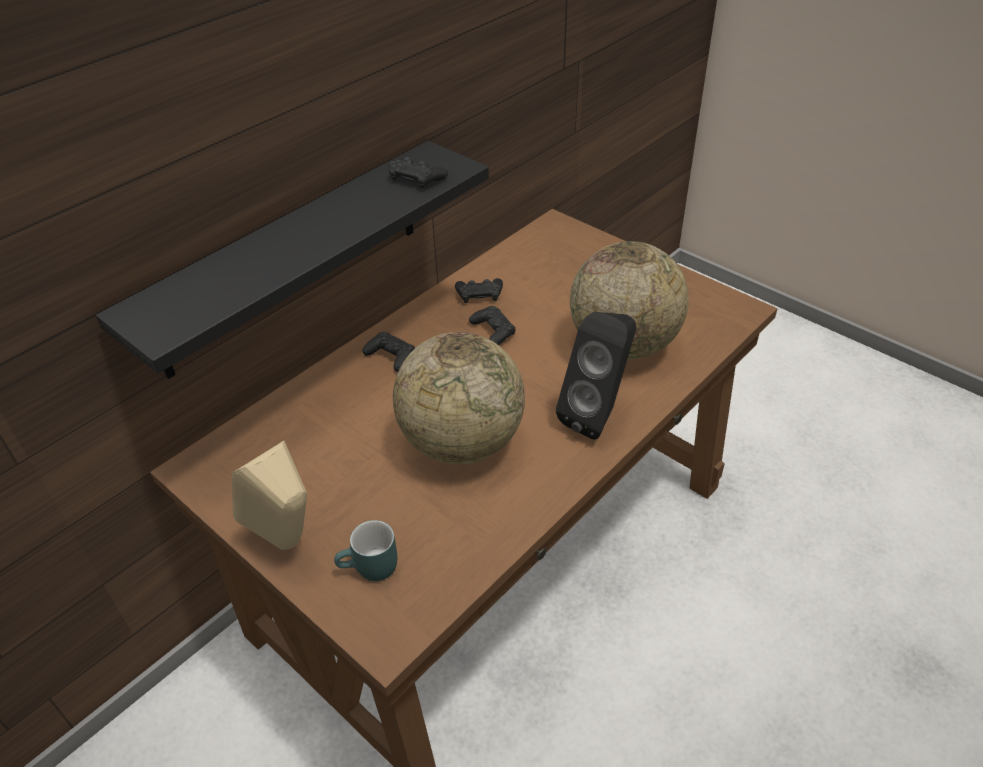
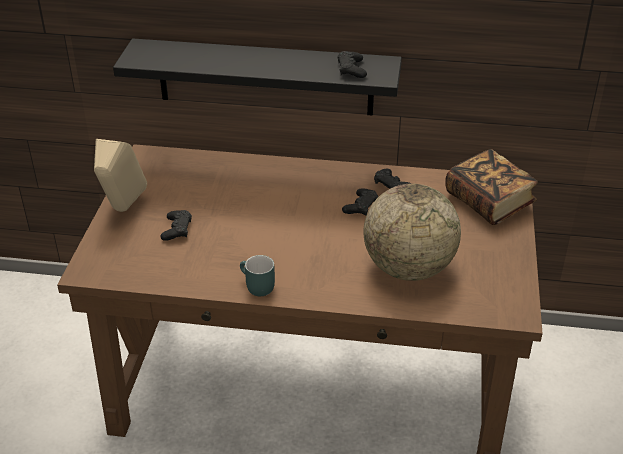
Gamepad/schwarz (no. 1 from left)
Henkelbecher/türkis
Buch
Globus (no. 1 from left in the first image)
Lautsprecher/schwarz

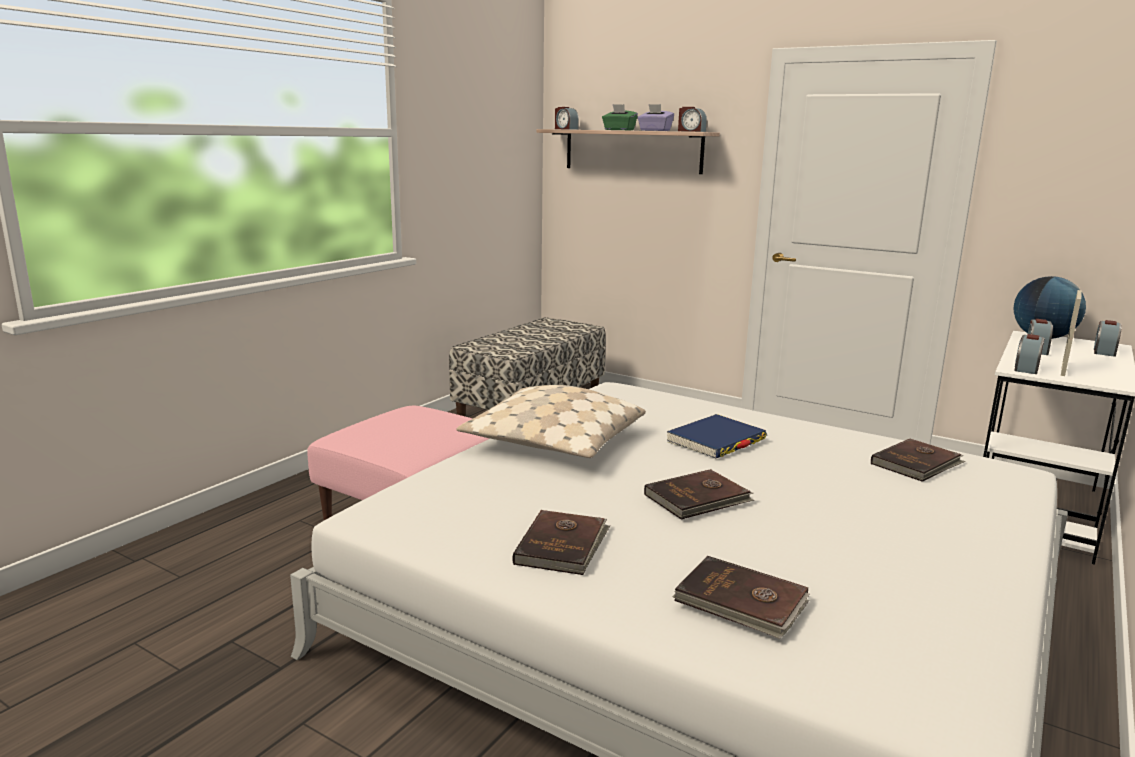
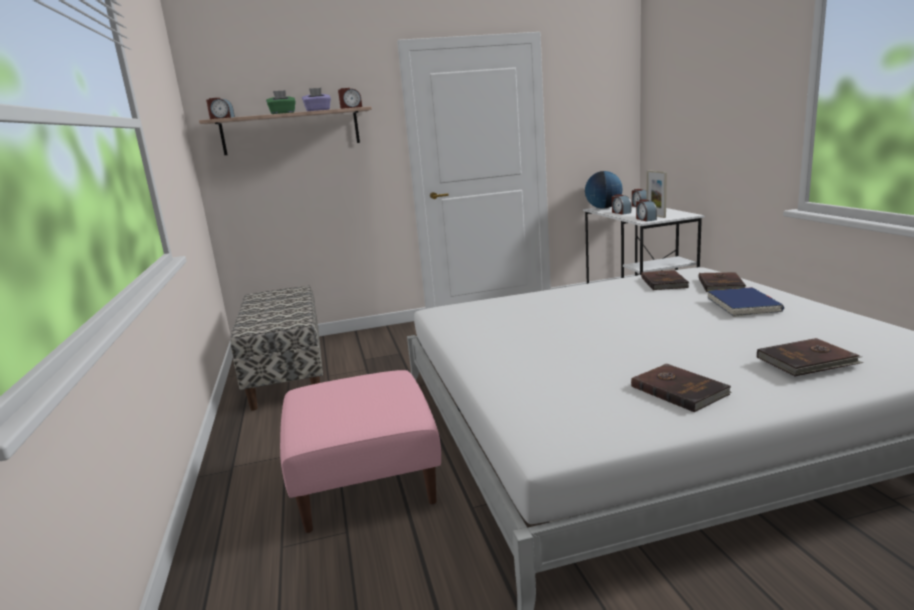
Buch/braun (no. 3 from left)
Buch/blau
Kissen/beige

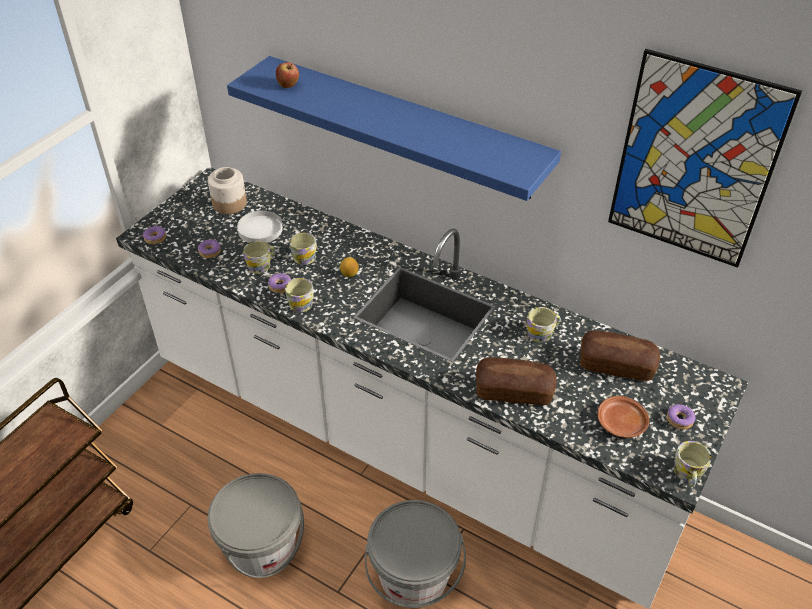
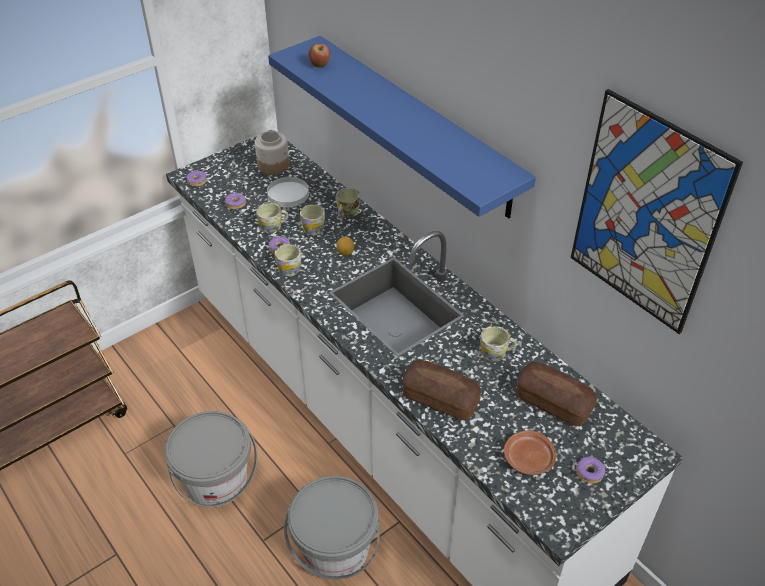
Henkelbecher (no. 4 from left)

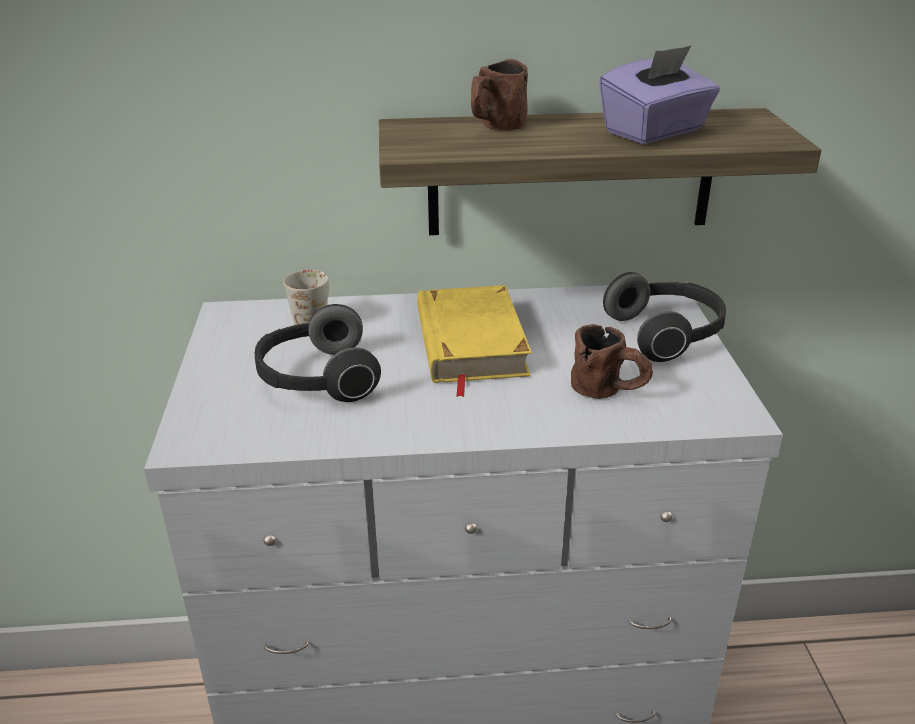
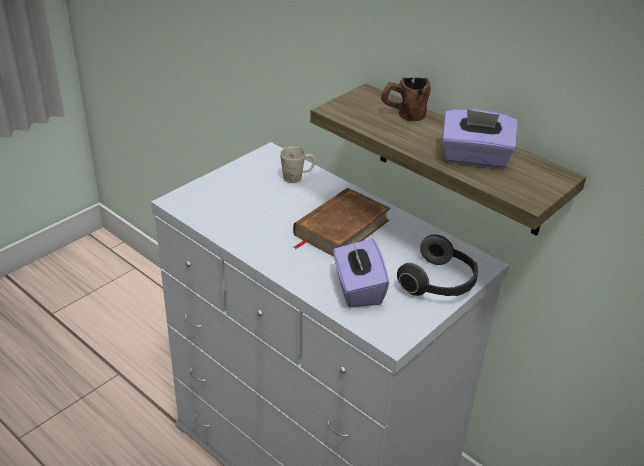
Buch/braun
Taschentuchbox/lila (no. 1 from left)
Kopfhörer (no. 1 from left in the first image)

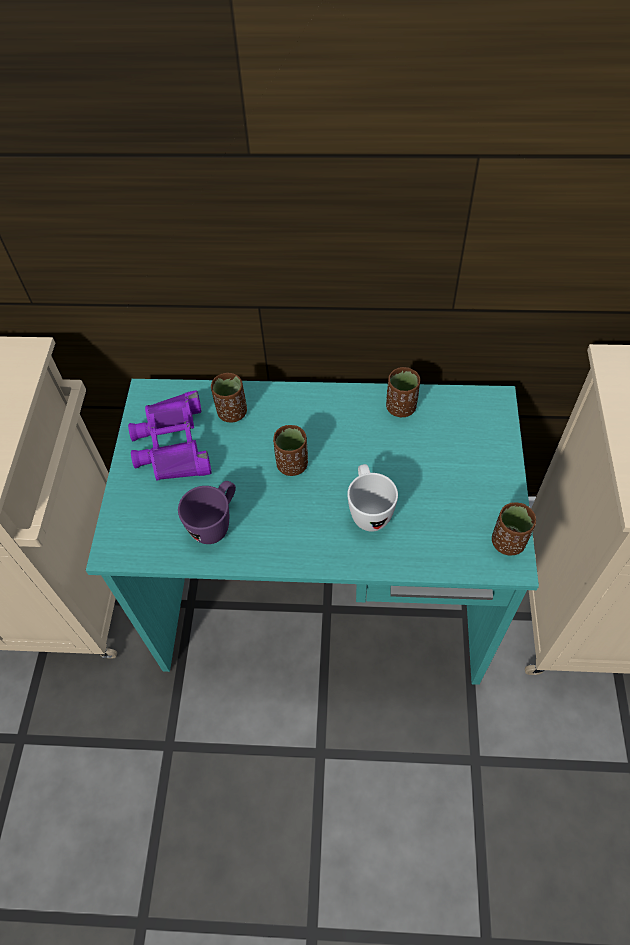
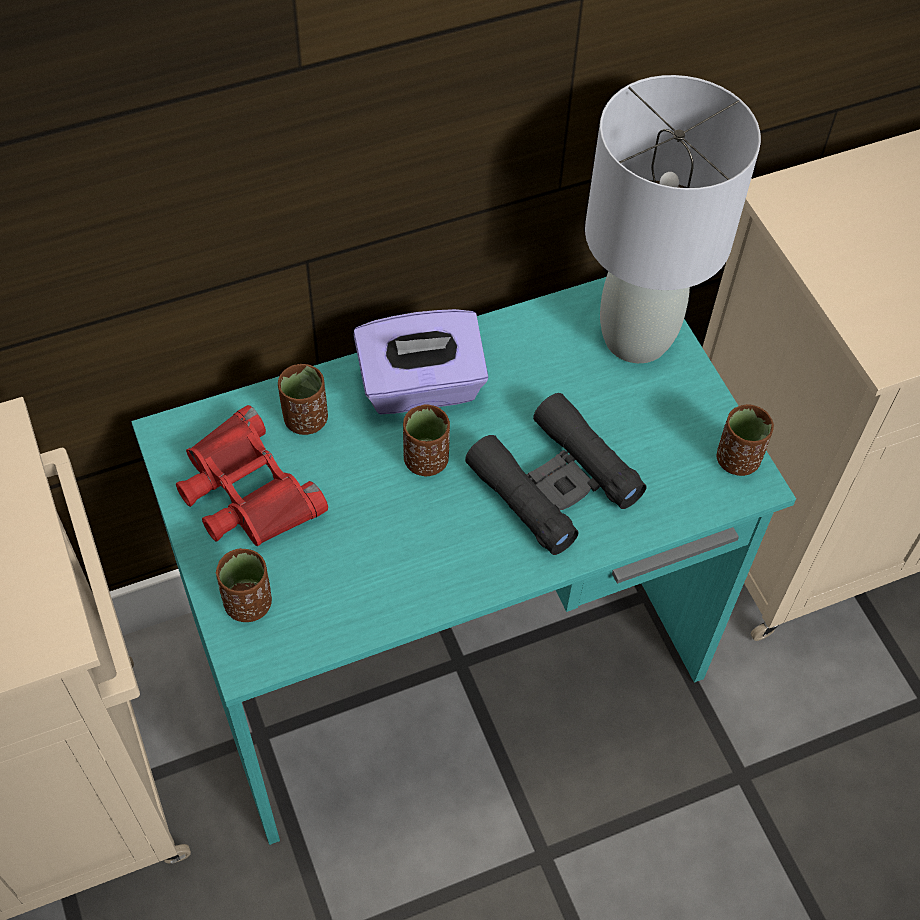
Fernglas/rot
Tasse/braun (no. 1 from left)
Taschentuchbox/lila
Fernglas/schwarz
Tischlampe/grau
Henkelbecher/lila

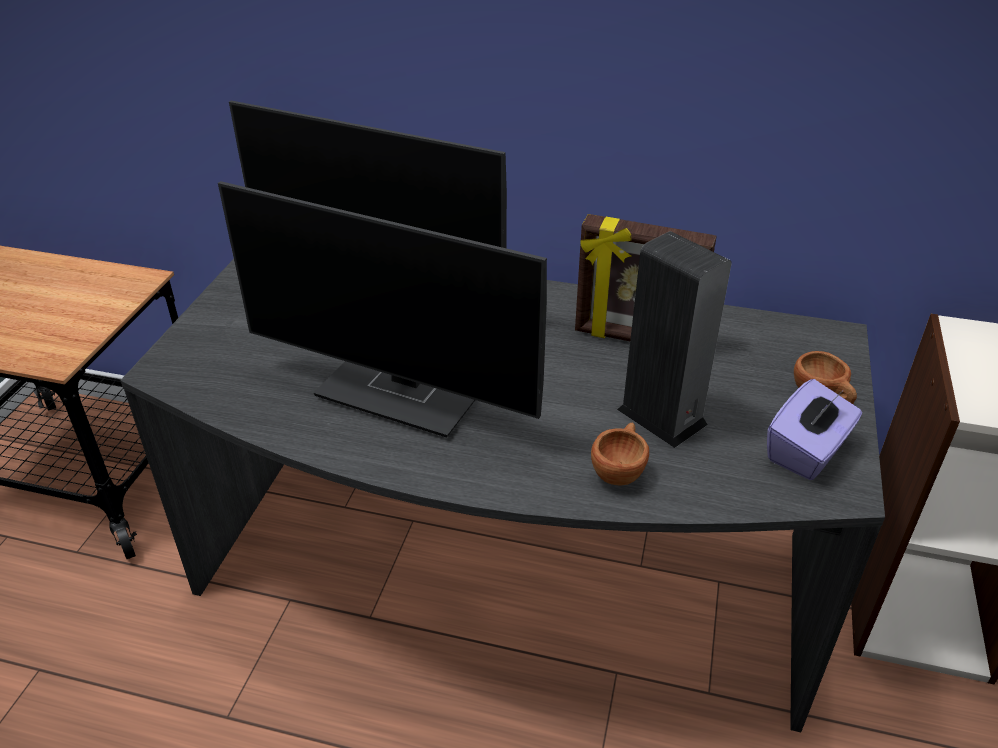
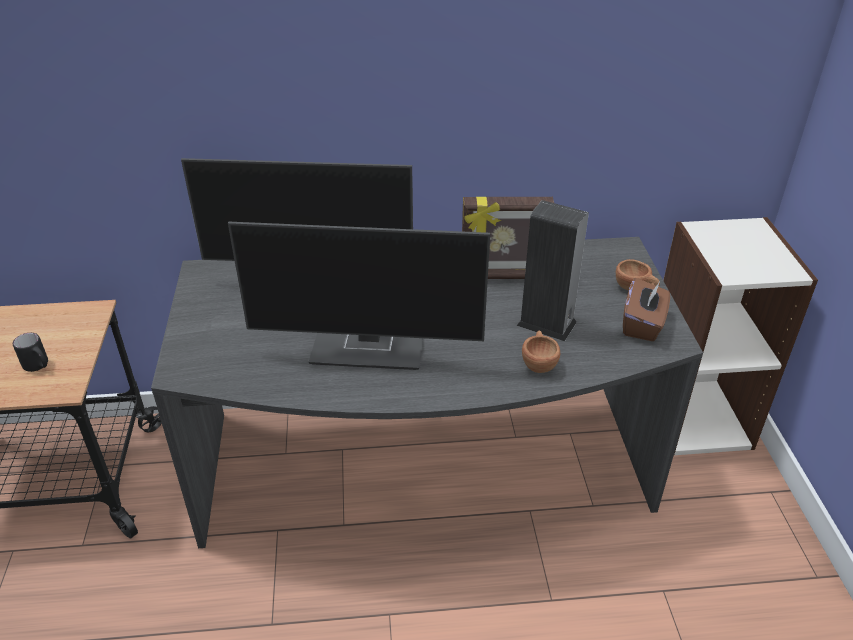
Henkelbecher/schwarz
Taschentuchbox/braun

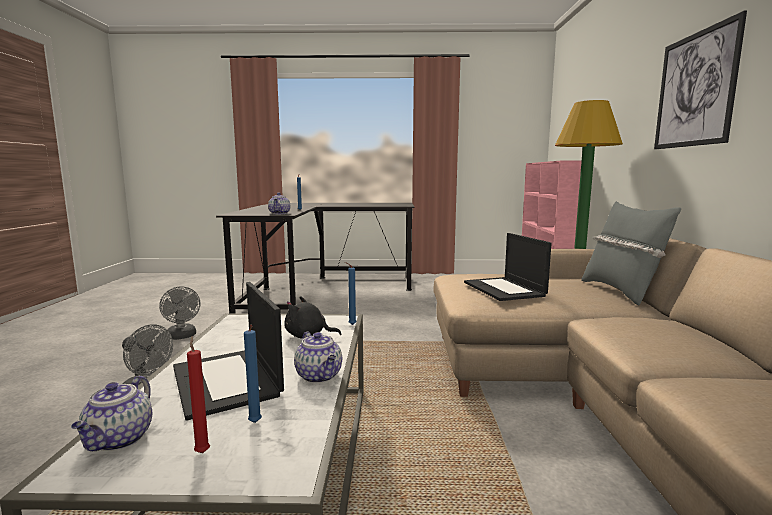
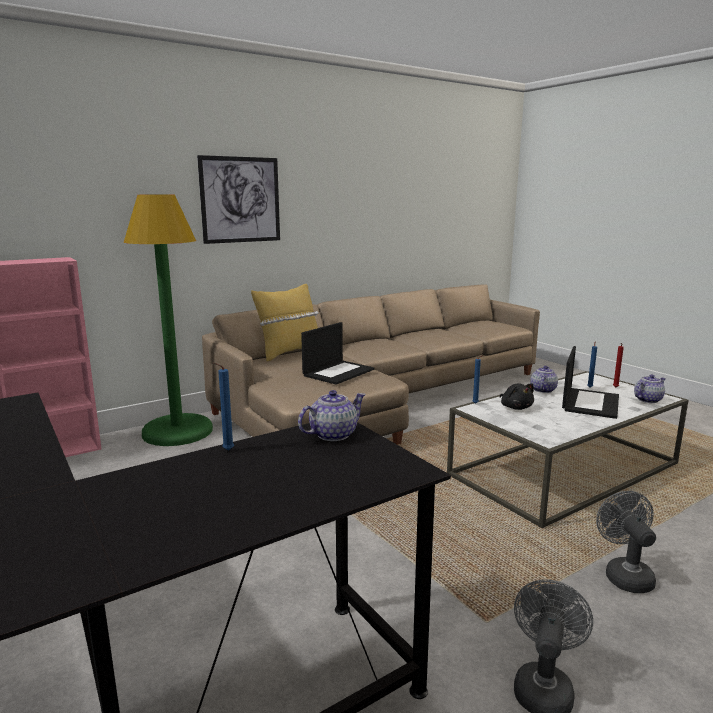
Kissen/gelb

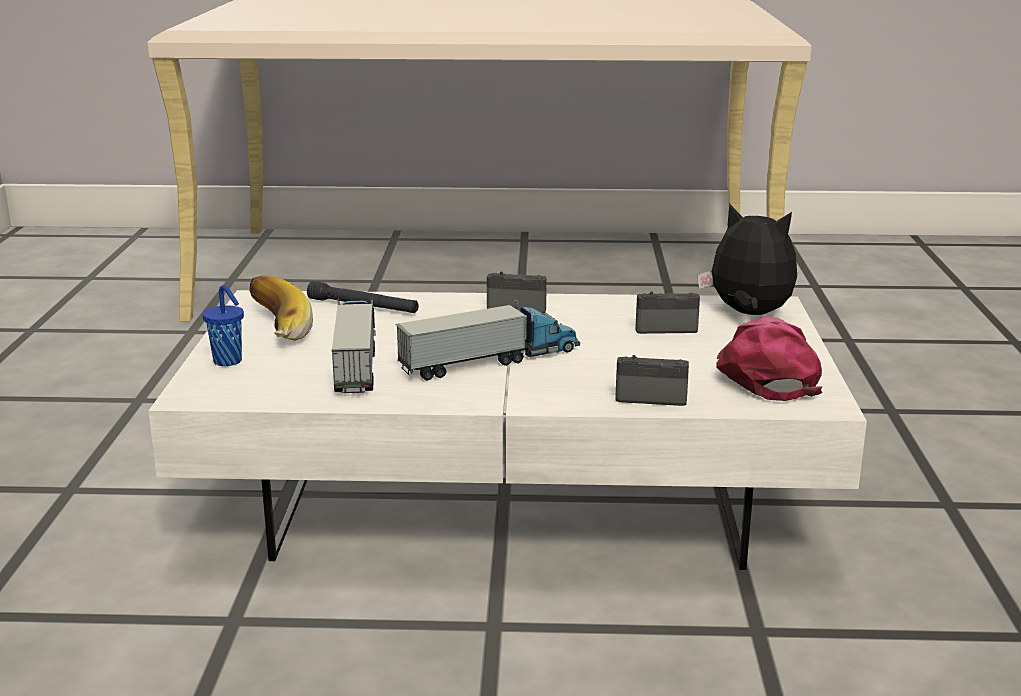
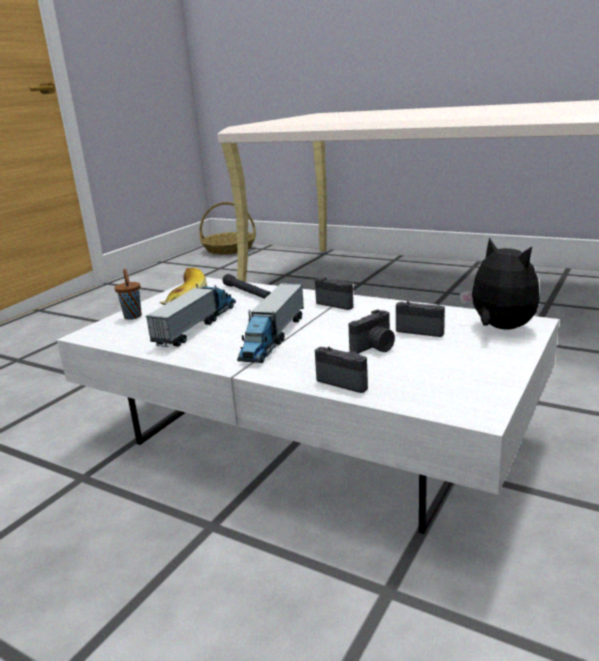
Tasse/braun
Korb
Spielzeuglaster (no. 2 from left)
Kamera (no. 3 from left)
Kappe/rosa

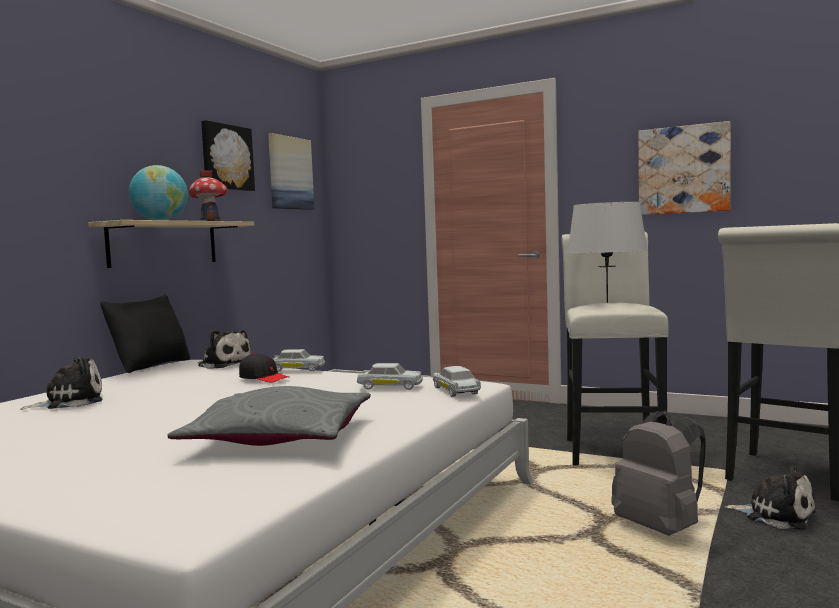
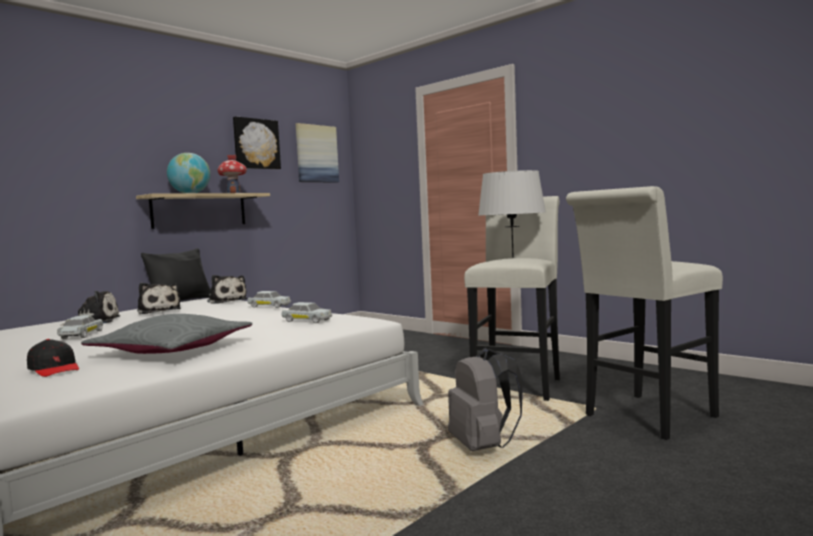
Kappe/schwarz
Spielzeugauto/weiß (no. 1 from left)
Plüschtier (no. 2 from left)
Bild (no. 3 from left in the first image)

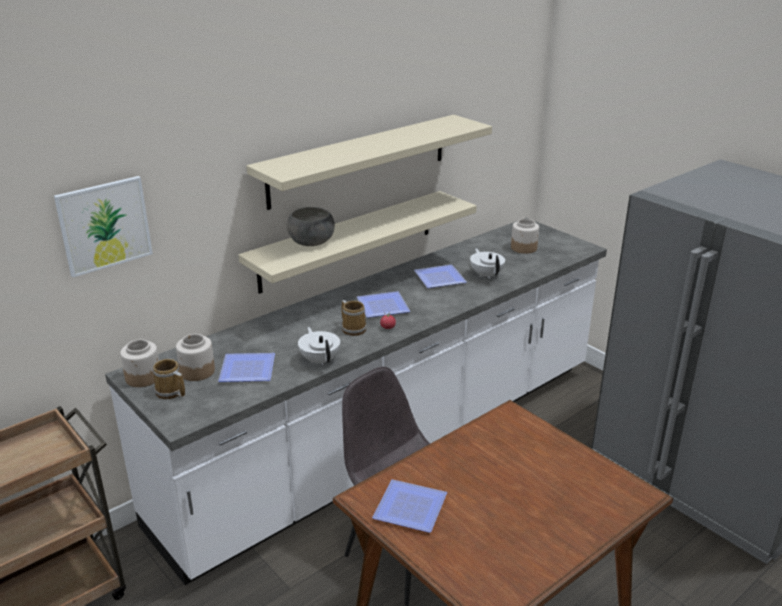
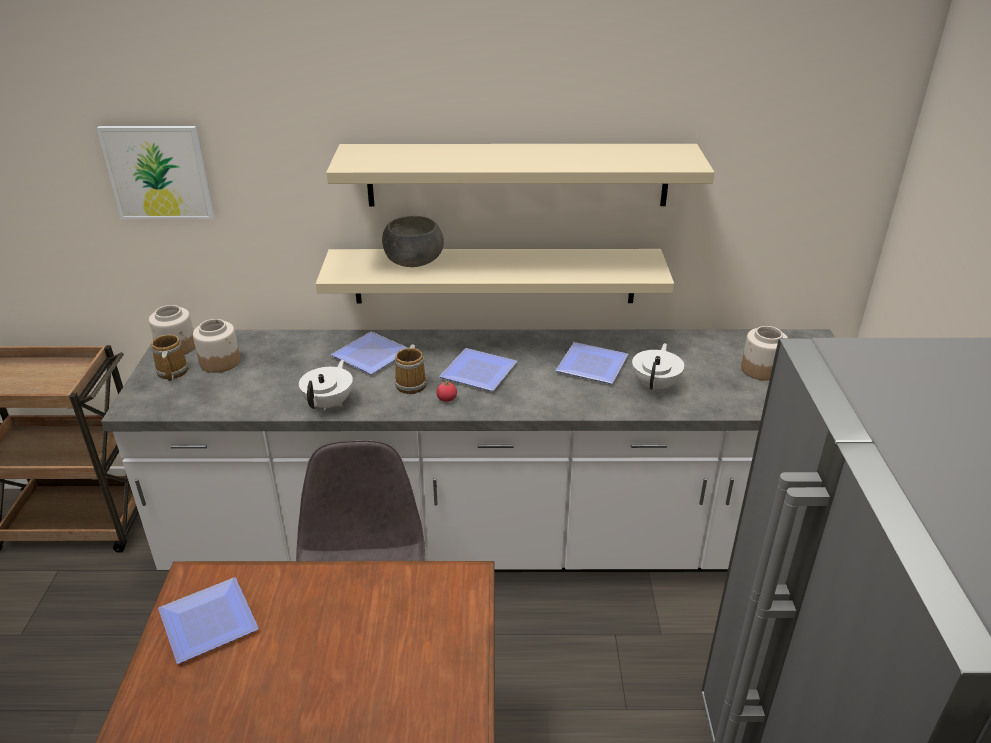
Teller (no. 2 from left)

